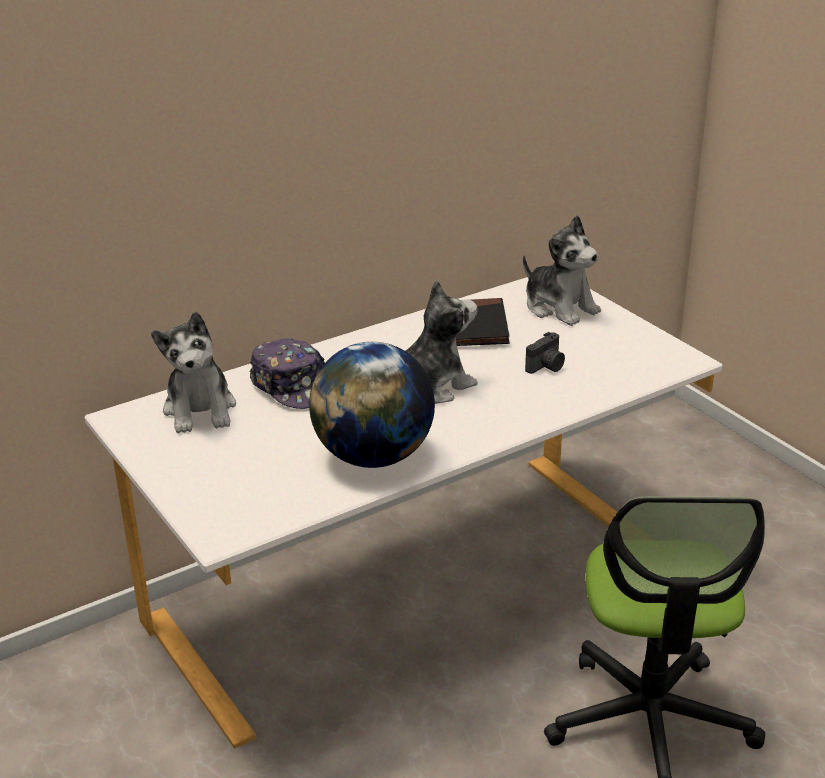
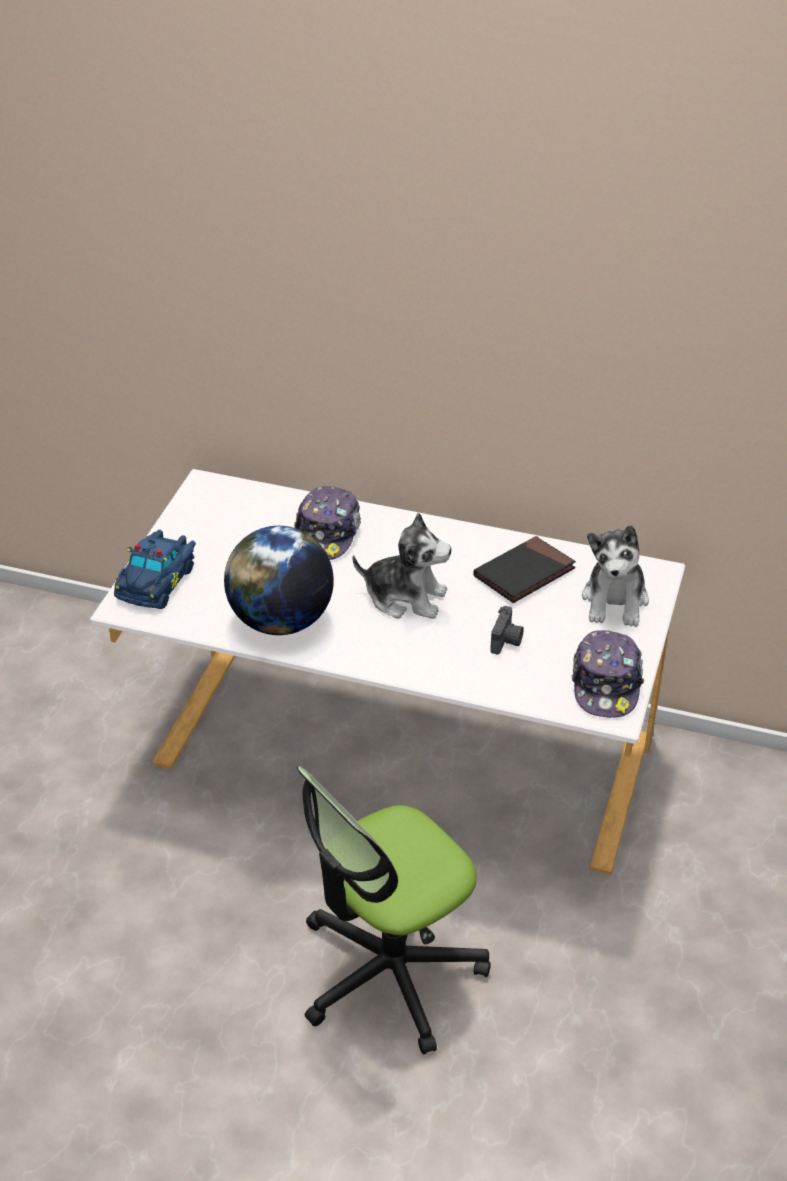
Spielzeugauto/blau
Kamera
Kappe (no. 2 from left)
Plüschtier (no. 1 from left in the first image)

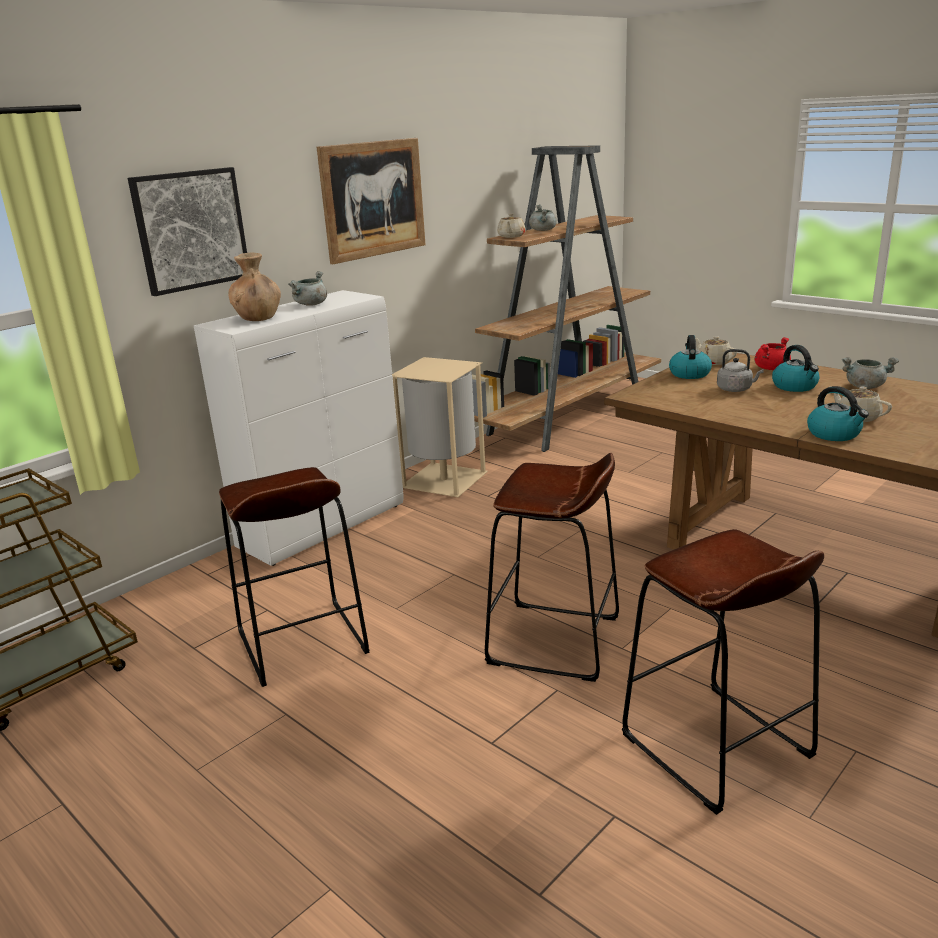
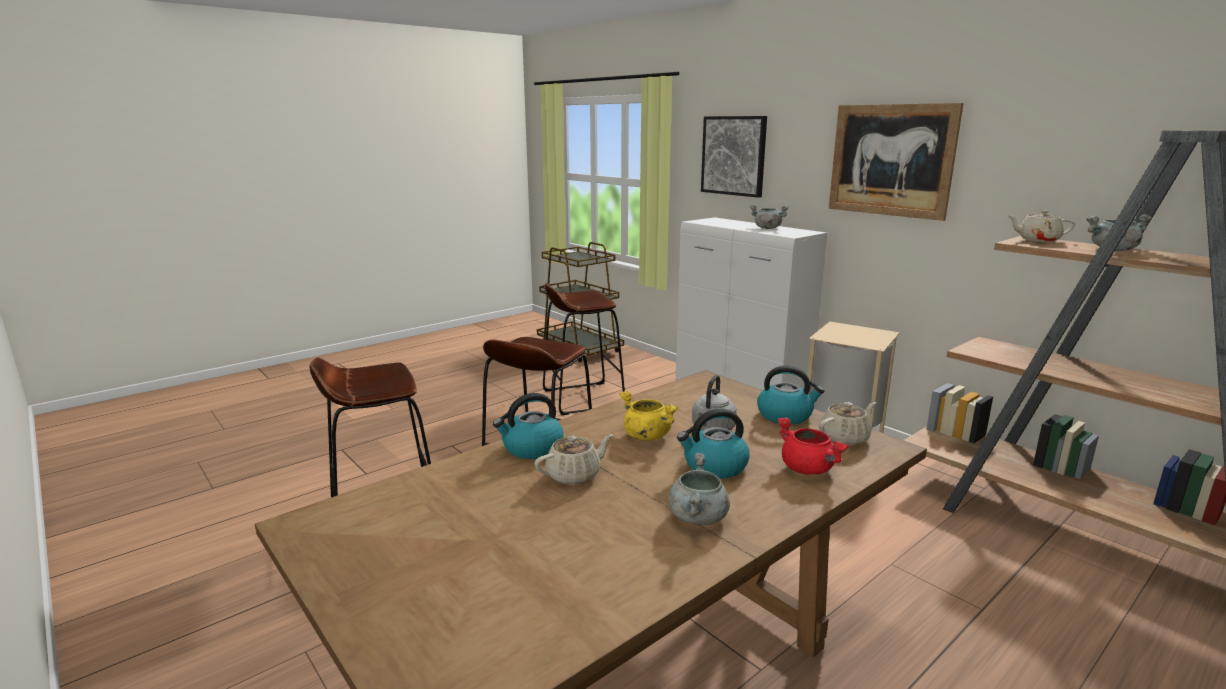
Kochtopf/gelb
Vase/braun

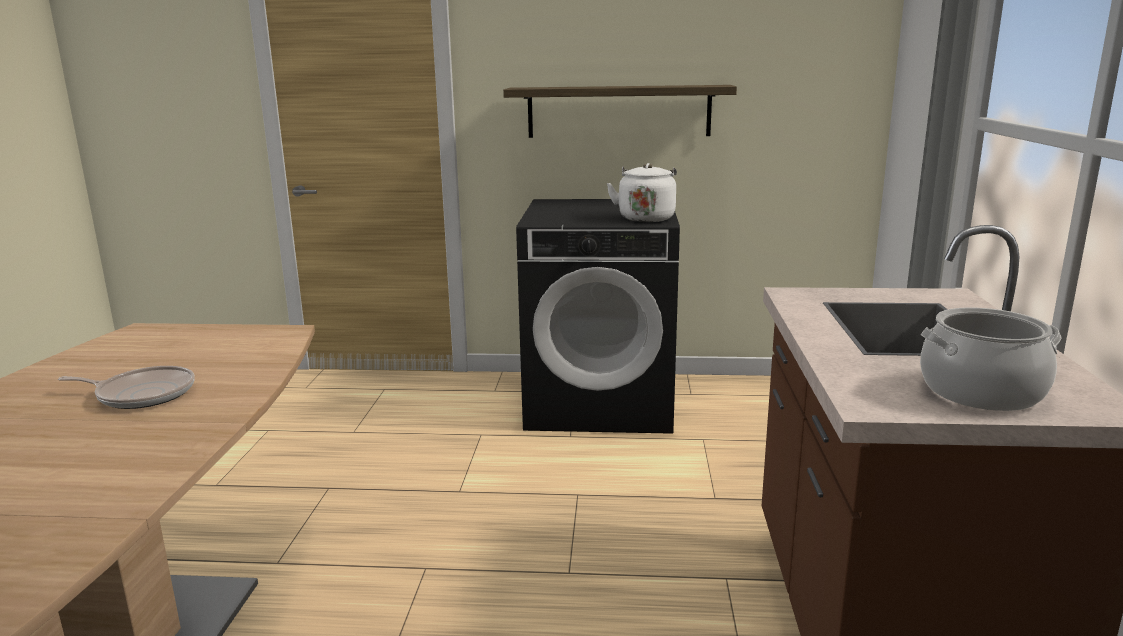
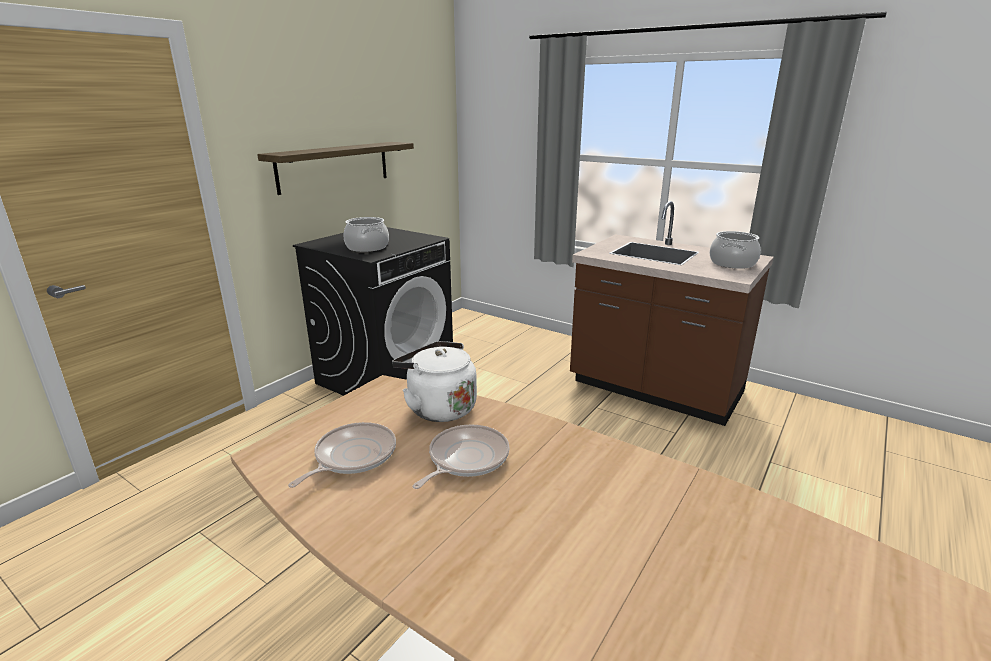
Pfanne (no. 1 from left)
Kochtopf (no. 1 from left)
Wasserkessel/weiß

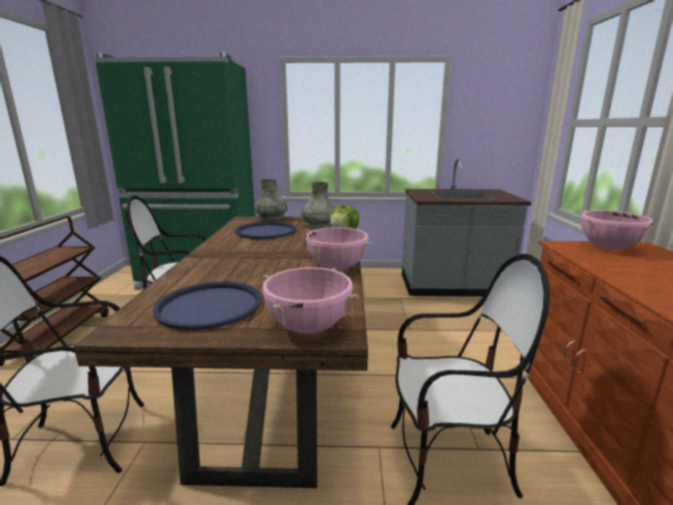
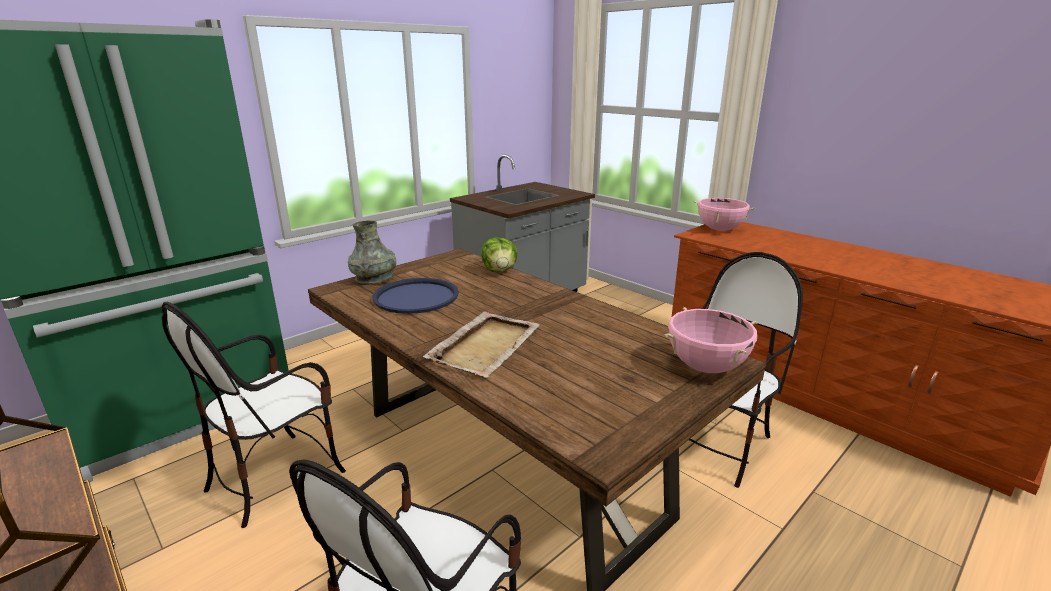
Tablett/beige
Tablett/blau (no. 1 from left in the first image)
Vase/grau (no. 2 from left in the first image)
Kochtopf/rosa (no. 2 from left in the first image)

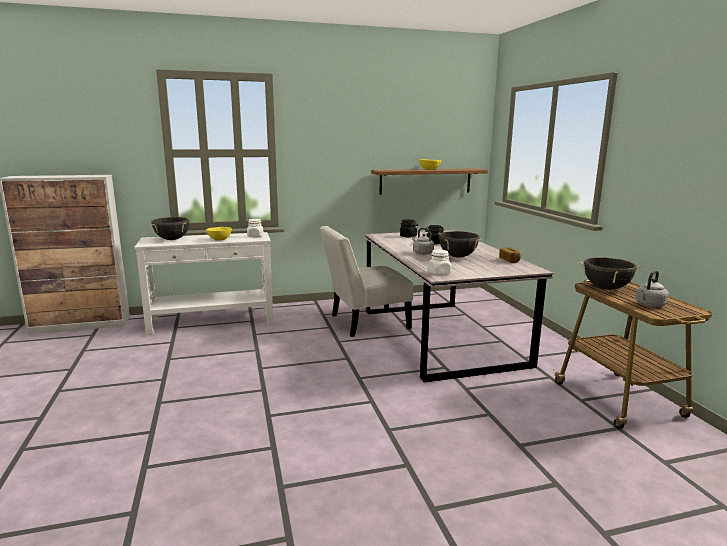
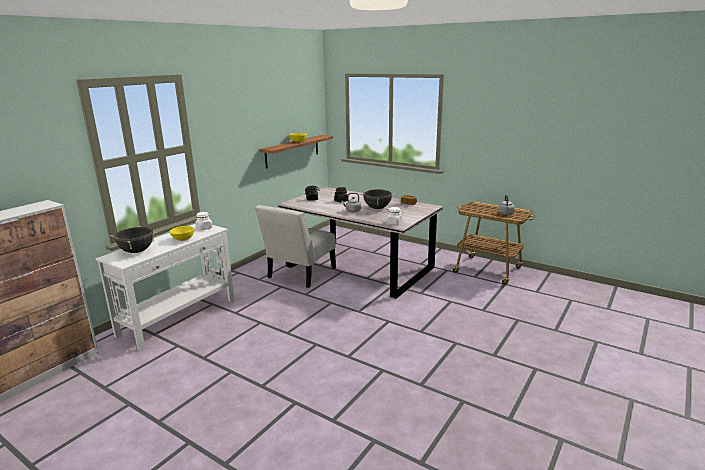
Kochtopf/schwarz (no. 3 from left in the first image)

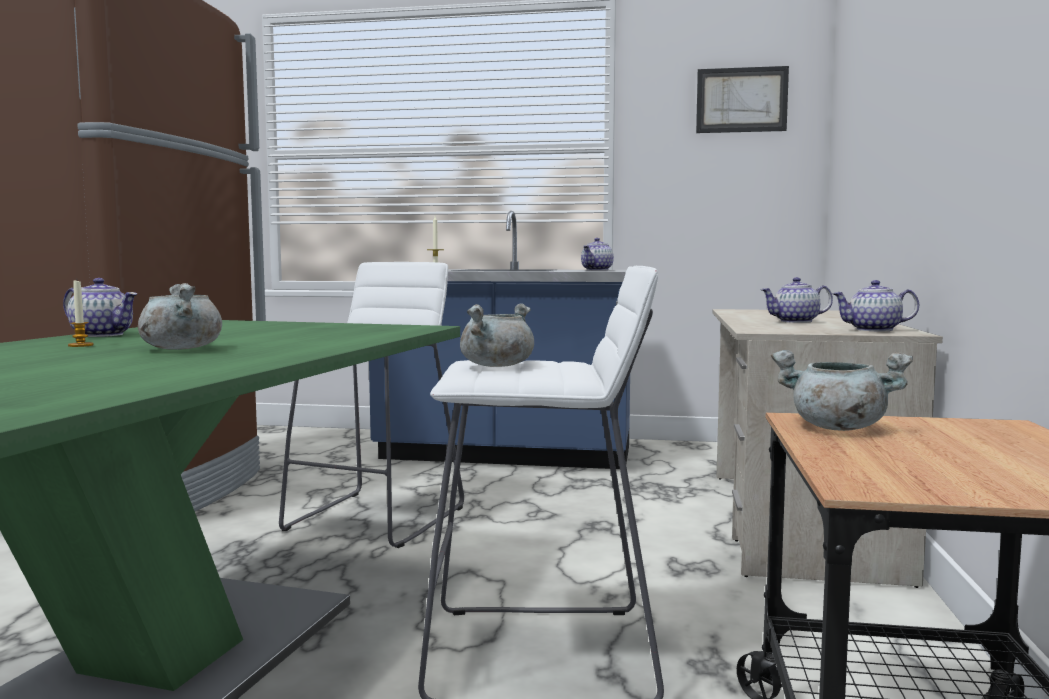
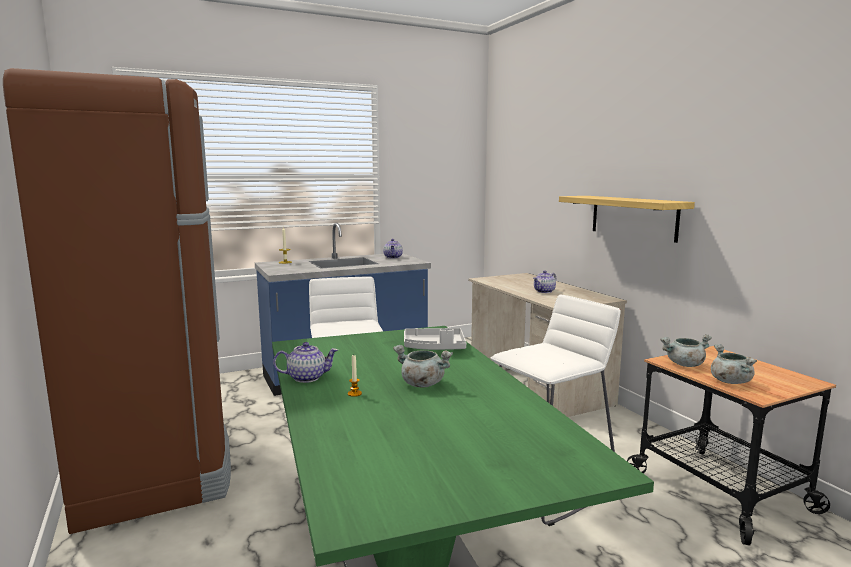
Tablett/grau
Wandregal
Kochtopf/grau (no. 3 from left)
Bild
Teekanne (no. 4 from left in the first image)

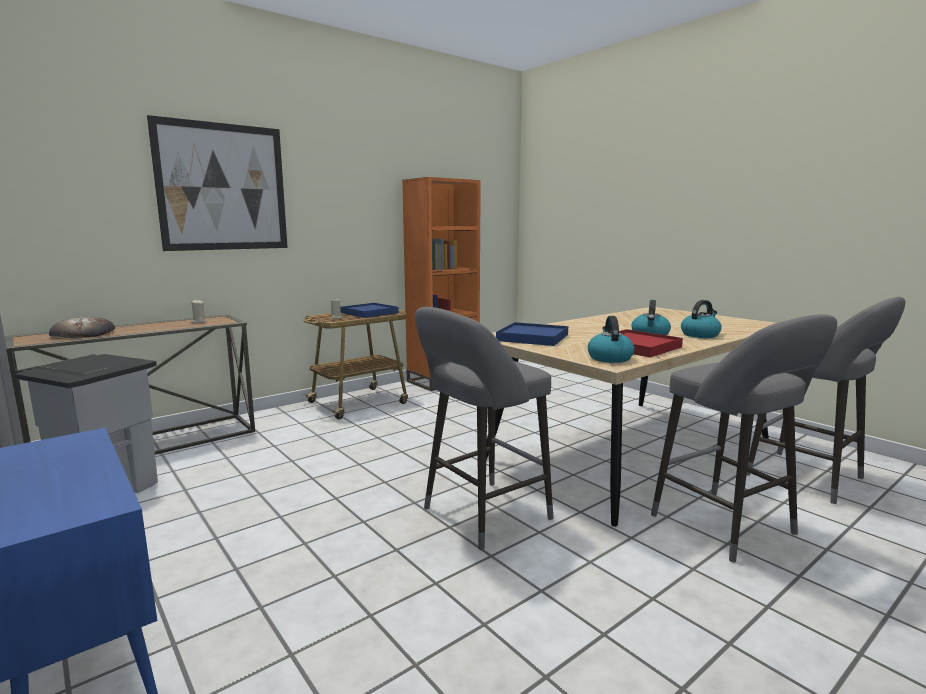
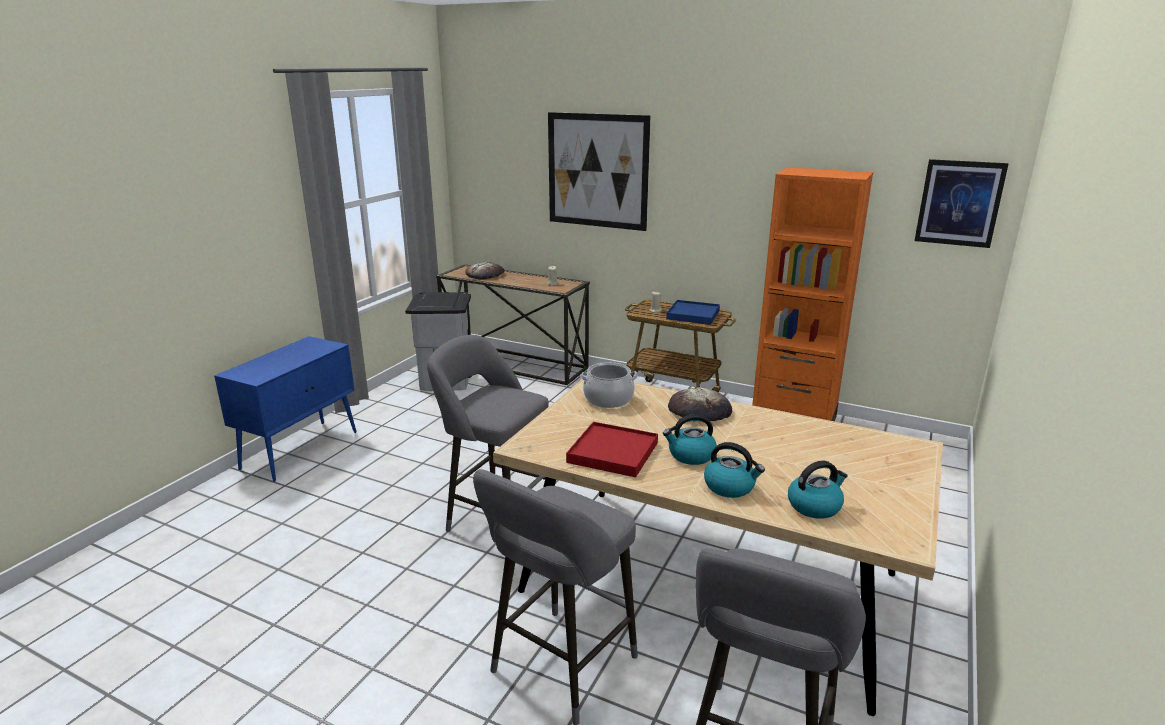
Kochtopf
Brot (no. 2 from left)
Wasserkessel (no. 3 from left)
Bild (no. 2 from left)

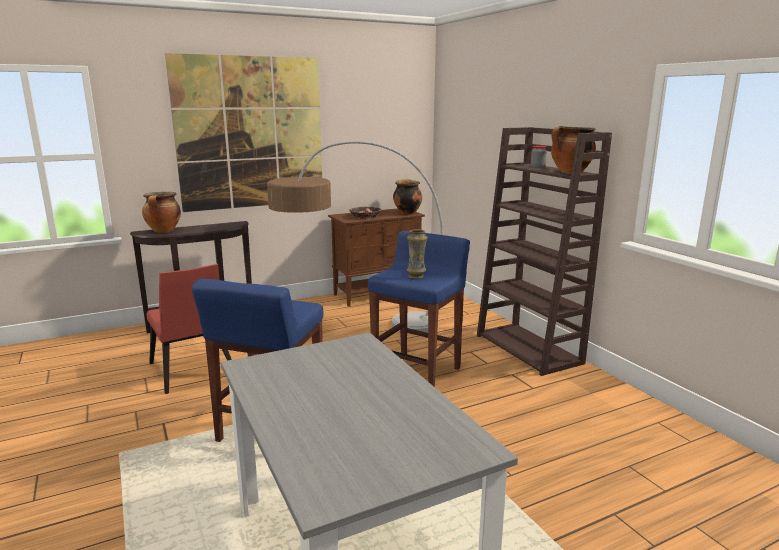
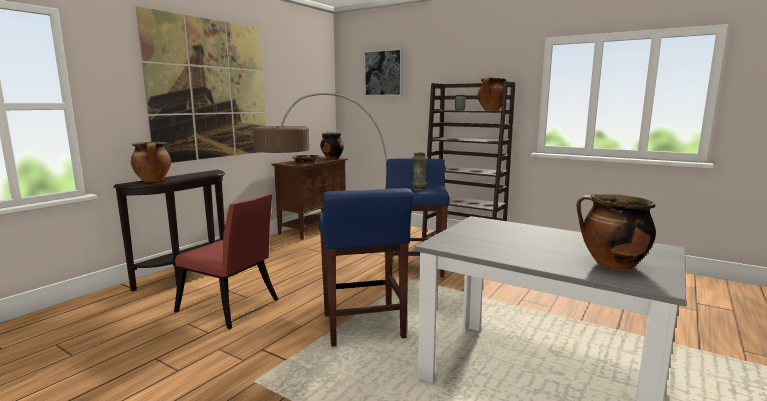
Bild (no. 2 from left)
Kochtopf (no. 4 from left)

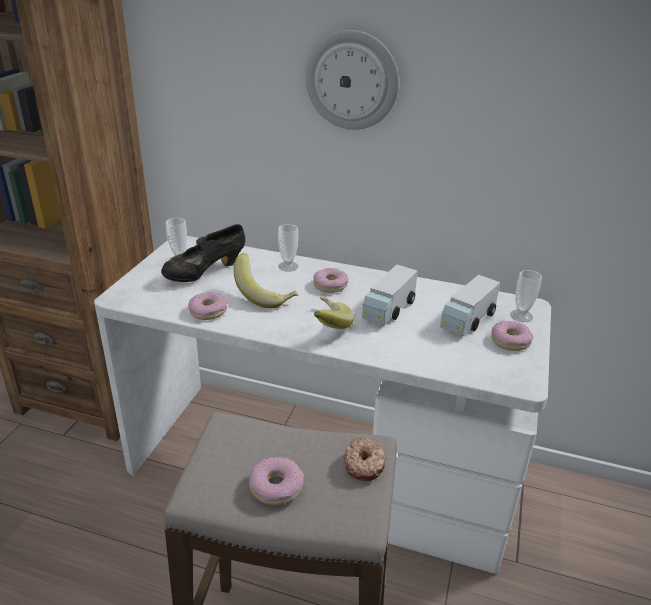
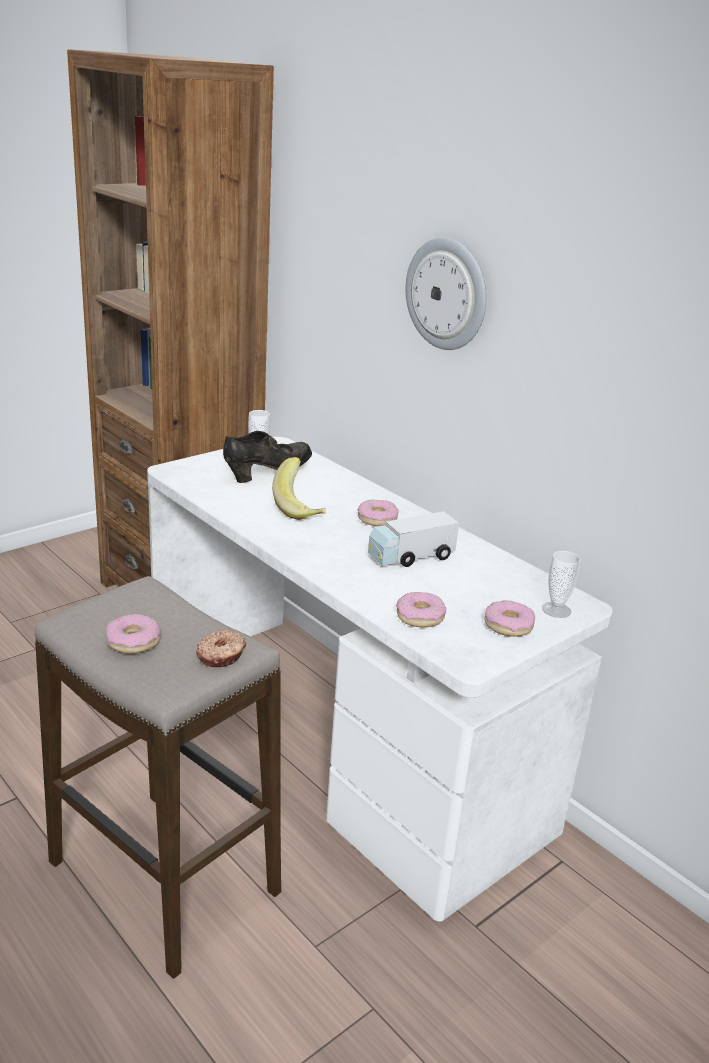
Schuh/schwarz
Donut (no. 4 from left)
Tasse (no. 2 from left in the first image)
Banane (no. 2 from left in the first image)
Spielzeuglaster (no. 2 from left in the first image)

